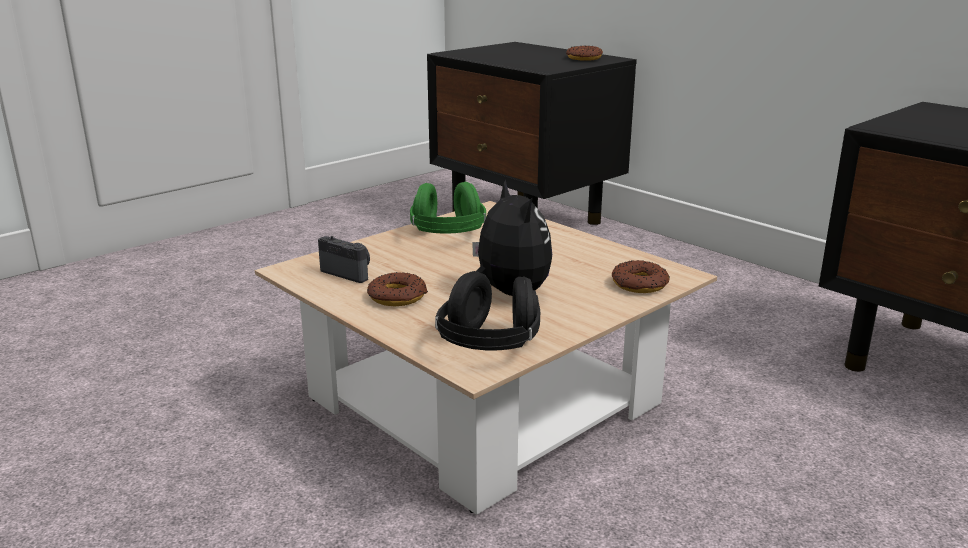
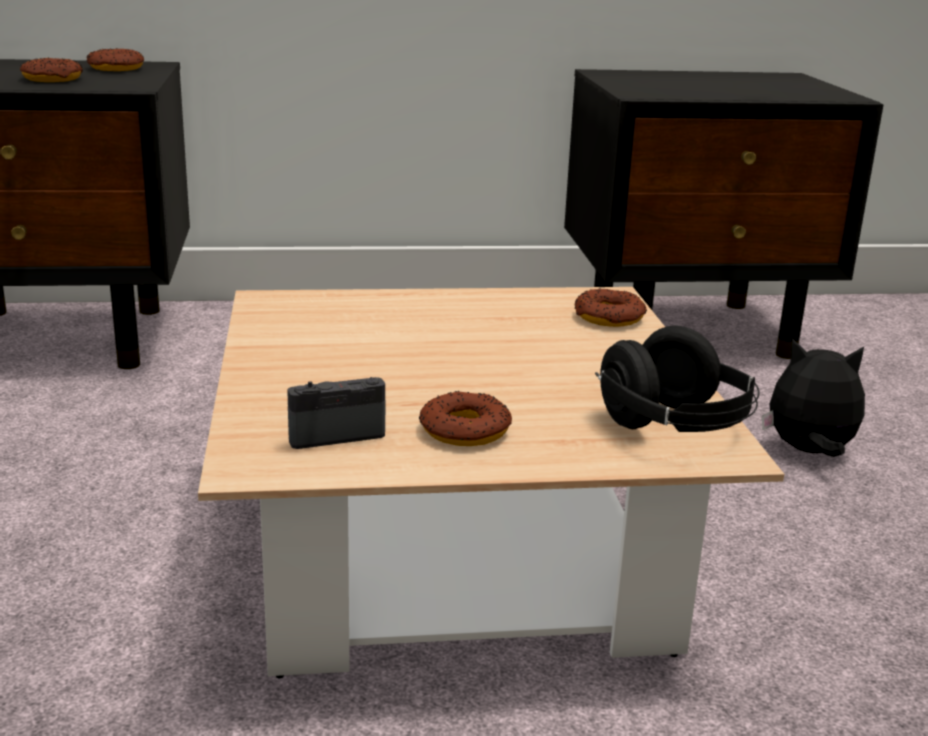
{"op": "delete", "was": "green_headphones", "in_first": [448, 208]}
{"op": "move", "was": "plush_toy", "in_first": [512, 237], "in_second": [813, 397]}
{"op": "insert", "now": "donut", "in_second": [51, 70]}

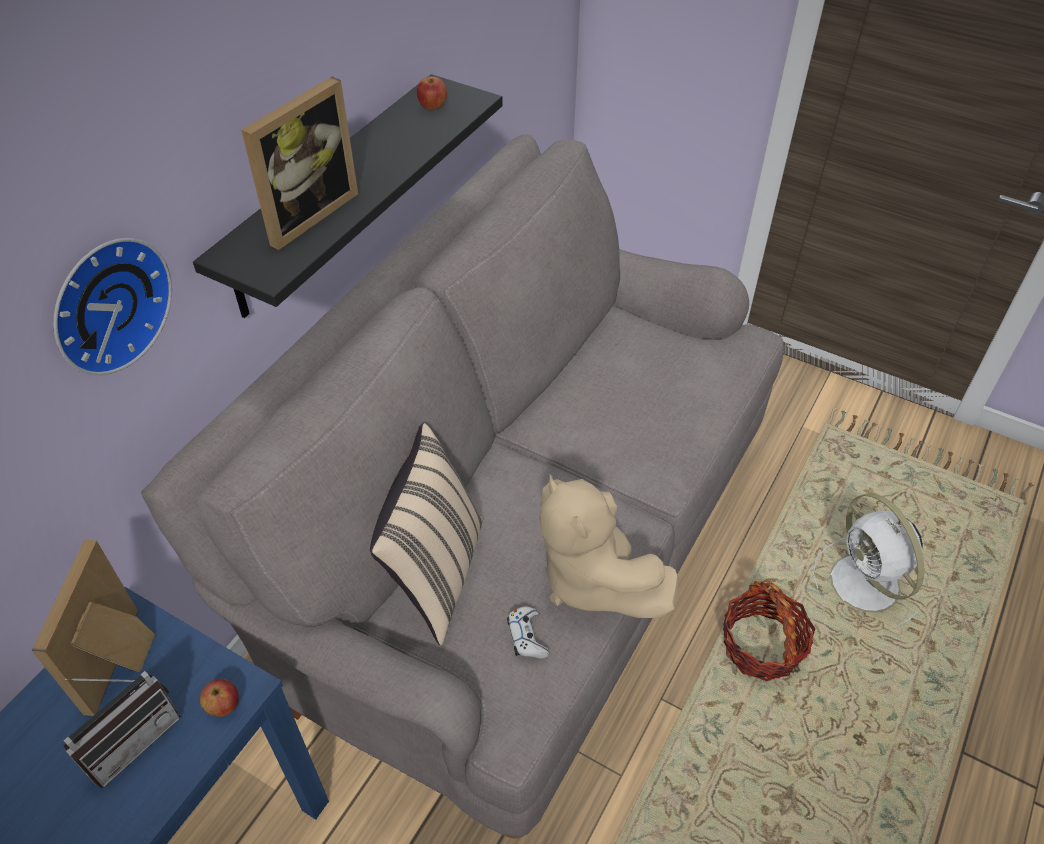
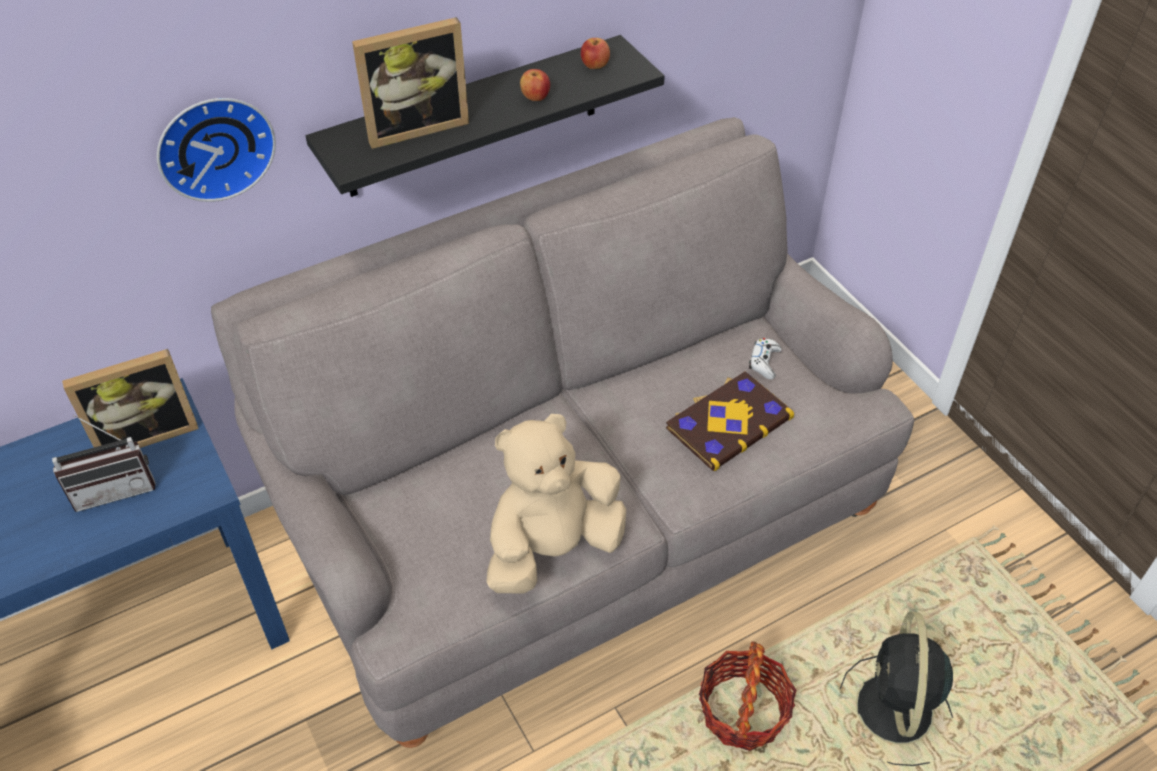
{"op": "rotate", "was": "picture_frame", "in_first": [93, 628], "in_second": [130, 398], "clockwise": -150}
{"op": "move", "was": "apple", "in_first": [219, 698], "in_second": [535, 85]}
{"op": "delete", "was": "beige_pillow", "in_first": [426, 534]}
{"op": "move", "was": "white_game_controller", "in_first": [528, 632], "in_second": [765, 359]}
{"op": "rotate", "was": "beige_plush_toy", "in_first": [609, 546], "in_second": [556, 504], "clockwise": 60}
{"op": "recolor", "was": "white_fan", "now": "black_fan", "in_first": [868, 560], "in_second": [896, 688]}
{"op": "insert", "now": "book", "in_second": [730, 421]}

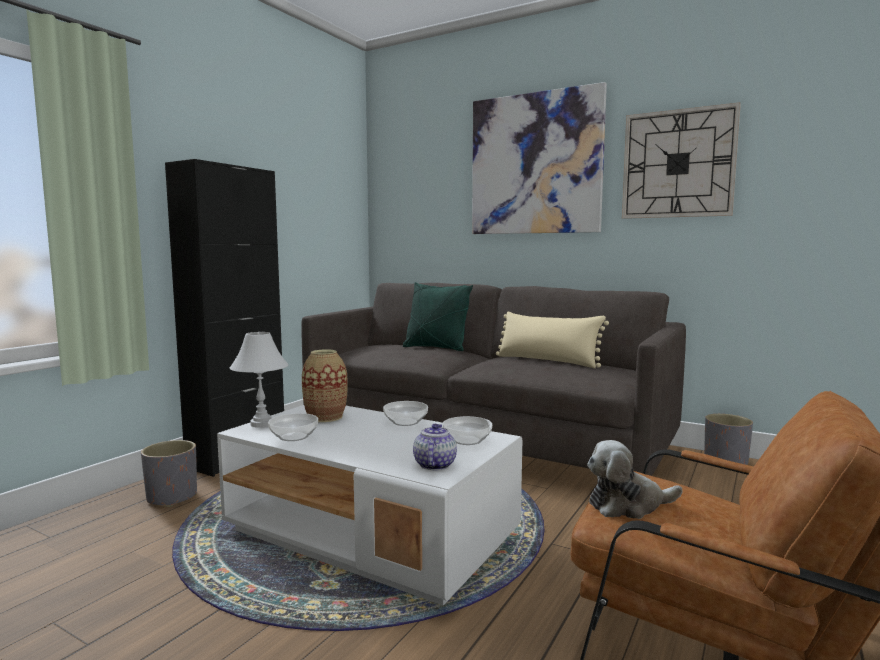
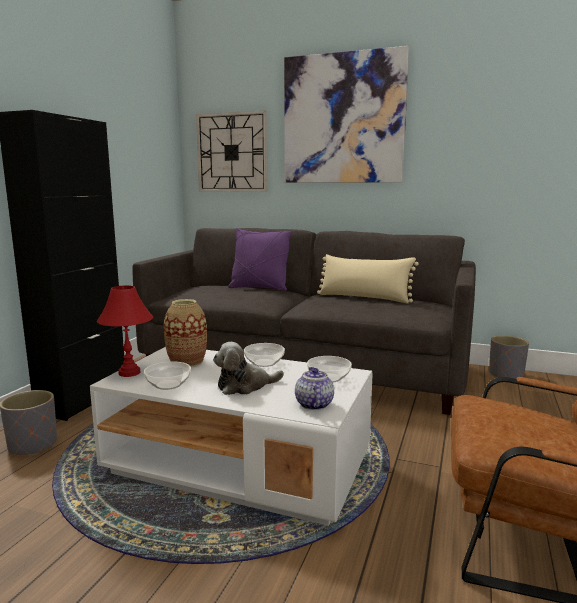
{"op": "recolor", "was": "white_table_lamp", "now": "red_table_lamp", "in_first": [259, 380], "in_second": [125, 331]}
{"op": "recolor", "was": "green_pillow", "now": "purple_pillow", "in_first": [438, 316], "in_second": [260, 259]}
{"op": "move", "was": "plush_toy", "in_first": [634, 479], "in_second": [248, 368]}
{"op": "move", "was": "wall_clock", "in_first": [681, 160], "in_second": [232, 151]}

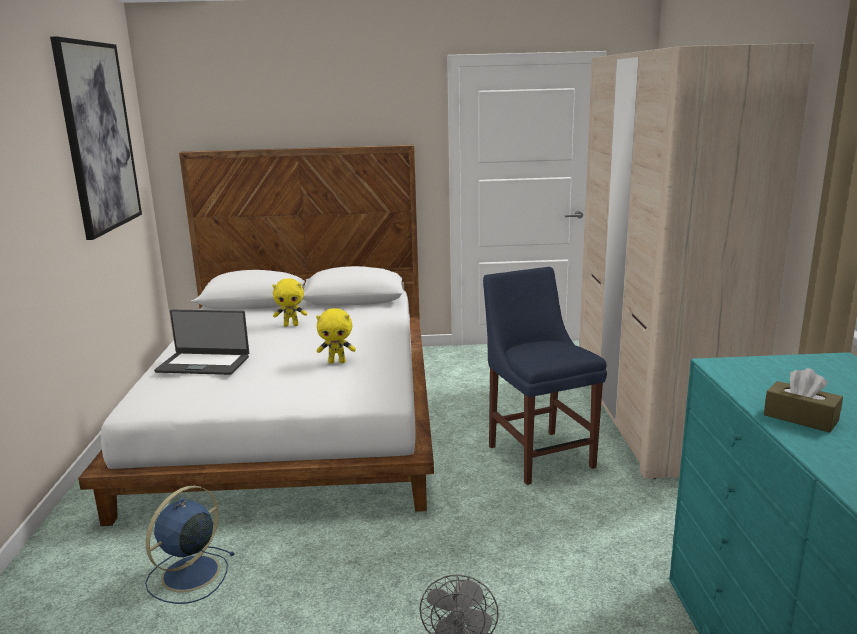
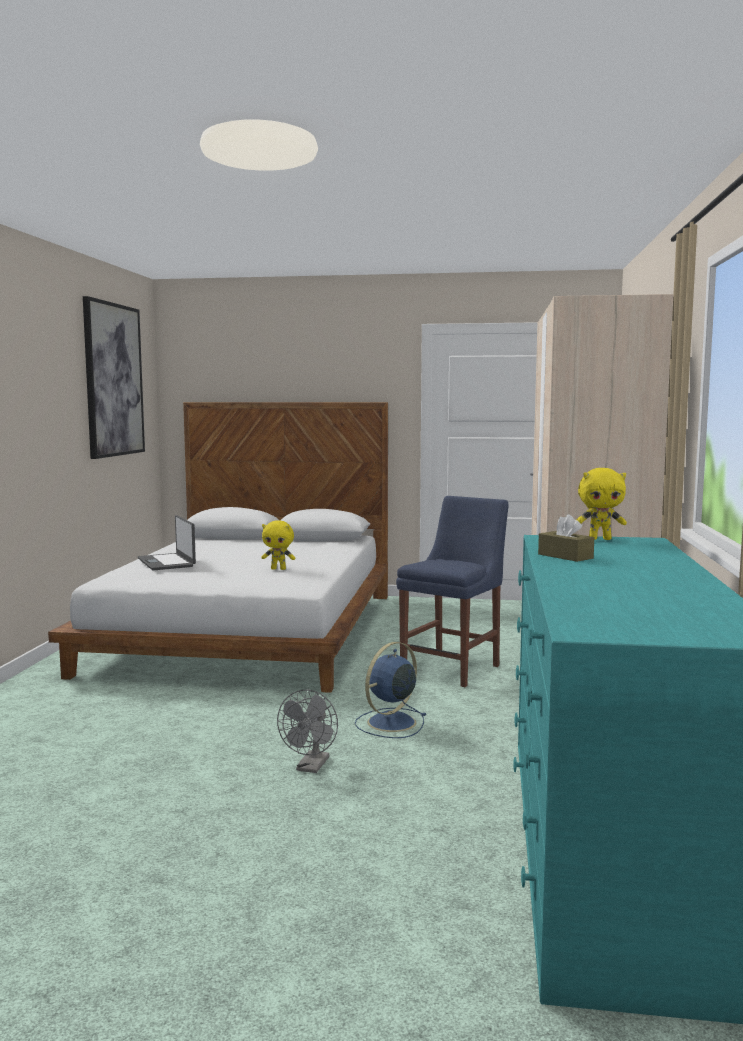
{"op": "move", "was": "blue_fan", "in_first": [189, 545], "in_second": [391, 690]}
{"op": "rotate", "was": "laptop", "in_first": [201, 342], "in_second": [167, 543], "clockwise": 45}
{"op": "move", "was": "yellow_plush_toy", "in_first": [290, 302], "in_second": [601, 504]}
{"op": "rotate", "was": "blue_chair", "in_first": [545, 376], "in_second": [452, 591], "clockwise": 45}

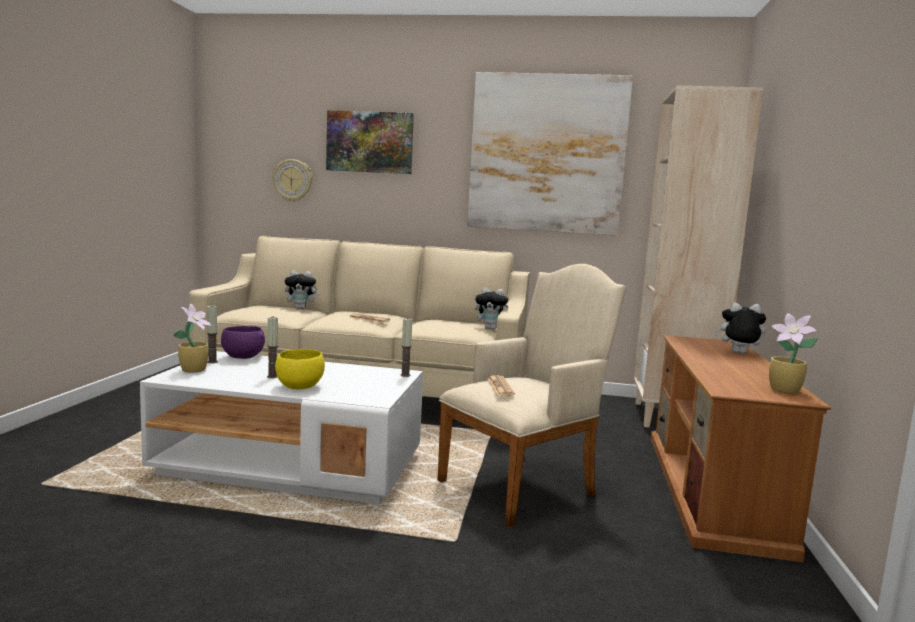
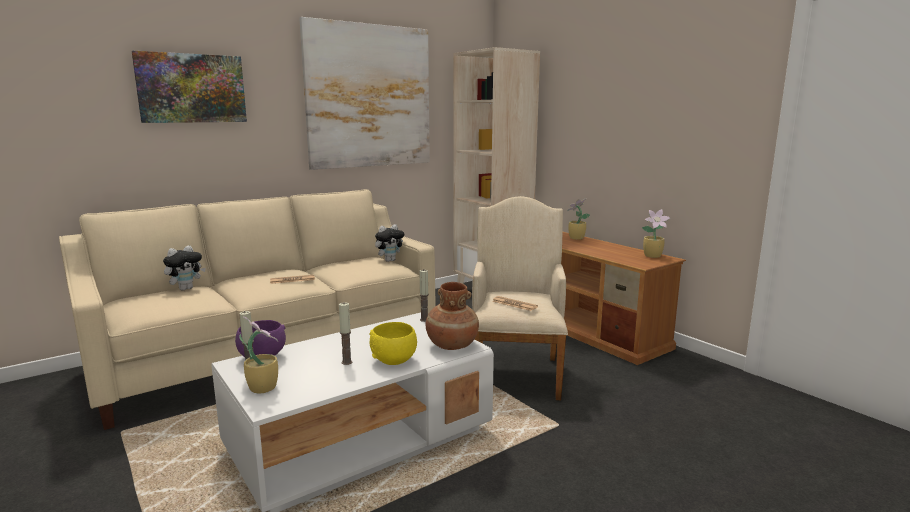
{"op": "delete", "was": "wall_clock", "in_first": [292, 180]}
{"op": "replace", "was": "plush_toy", "now": "potted_plant", "in_first": [740, 328], "in_second": [578, 219]}
{"op": "insert", "now": "brown_vase", "in_second": [452, 316]}

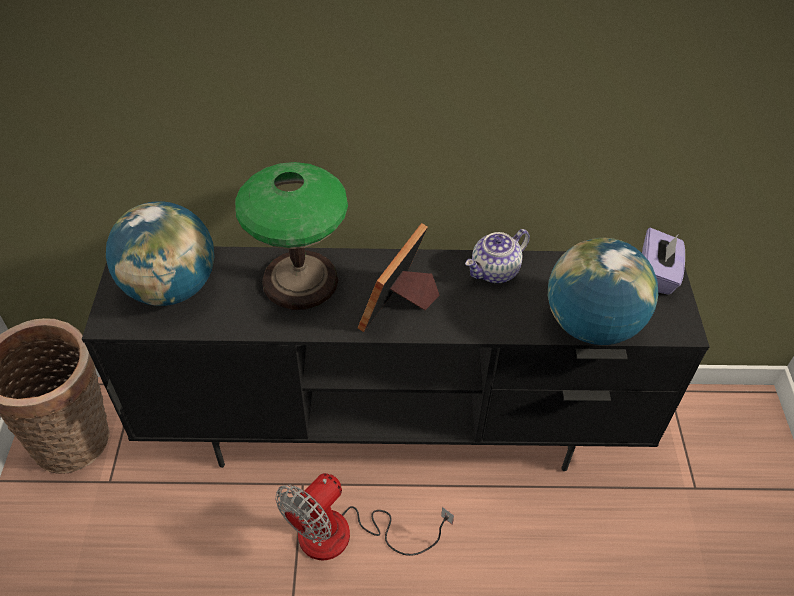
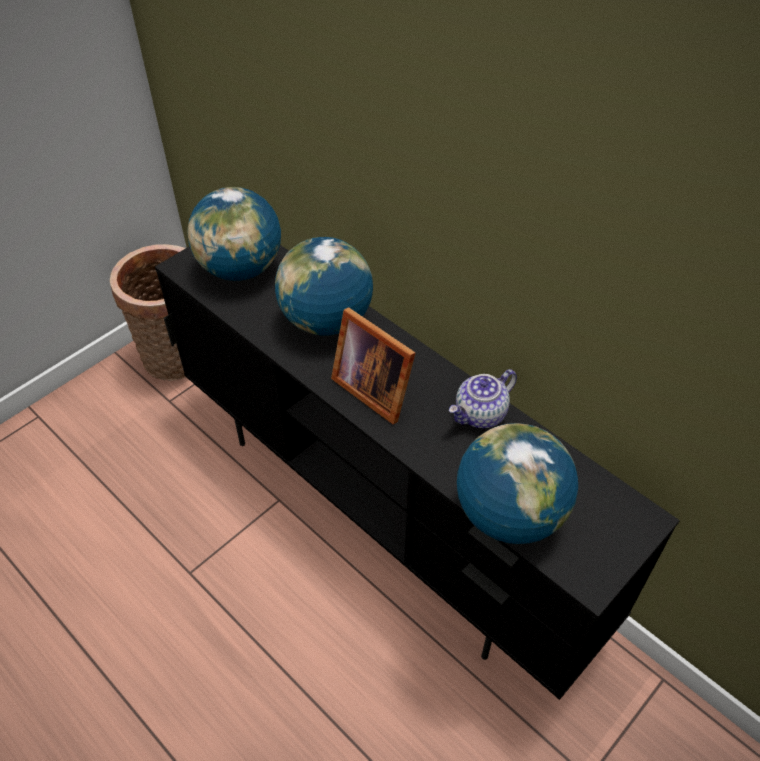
{"op": "replace", "was": "table_lamp", "now": "globe", "in_first": [291, 236], "in_second": [324, 286]}
{"op": "delete", "was": "fan", "in_first": [364, 516]}
{"op": "rotate", "was": "picture_frame", "in_first": [399, 277], "in_second": [373, 366], "clockwise": -120}
{"op": "rotate", "was": "teapot", "in_first": [497, 256], "in_second": [483, 398], "clockwise": -45}
{"op": "delete", "was": "purple_tissue_box", "in_first": [663, 261]}

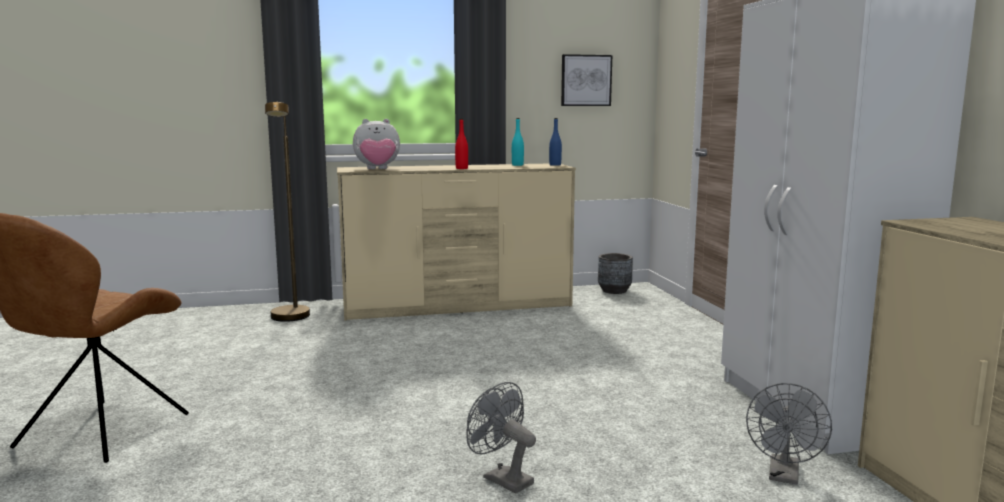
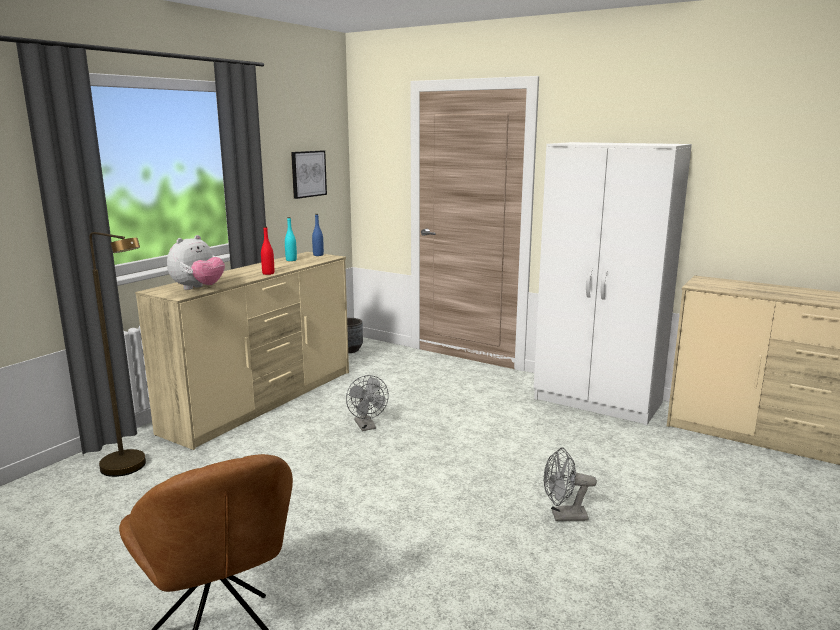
{"op": "move", "was": "grey_fan", "in_first": [789, 434], "in_second": [367, 403]}

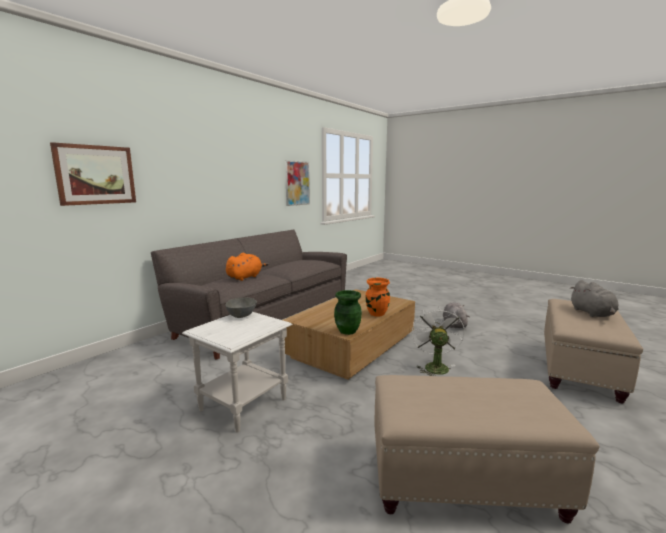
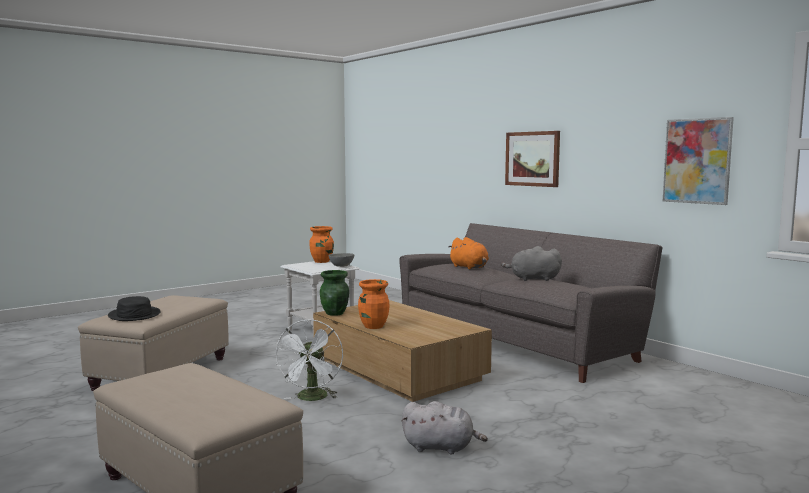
{"op": "move", "was": "picture", "in_first": [93, 174], "in_second": [532, 159]}
{"op": "rotate", "was": "white_fan", "in_first": [438, 341], "in_second": [308, 360], "clockwise": 75}
{"op": "move", "was": "grey_plush_toy", "in_first": [595, 298], "in_second": [531, 263]}
{"op": "insert", "now": "black_hat", "in_second": [134, 308]}
{"op": "insert", "now": "orange_vase", "in_second": [321, 244]}

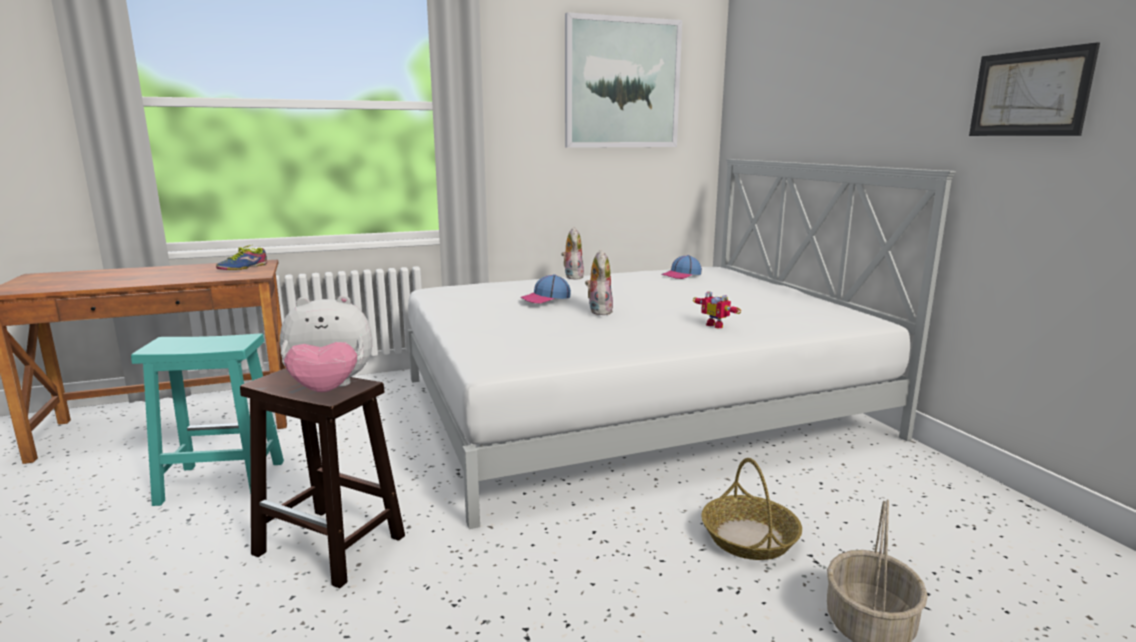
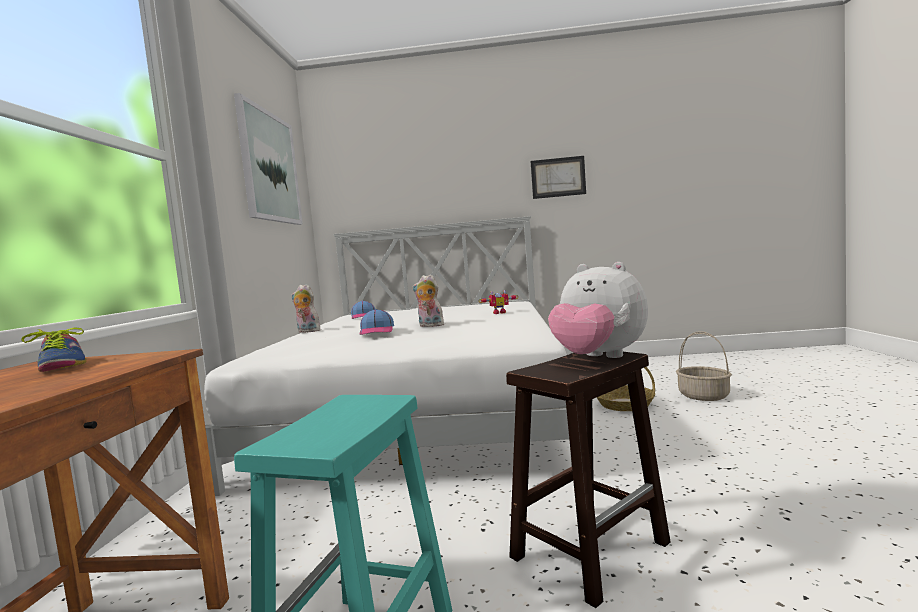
{"op": "rotate", "was": "plush_toy", "in_first": [326, 343], "in_second": [598, 310], "clockwise": 120}

